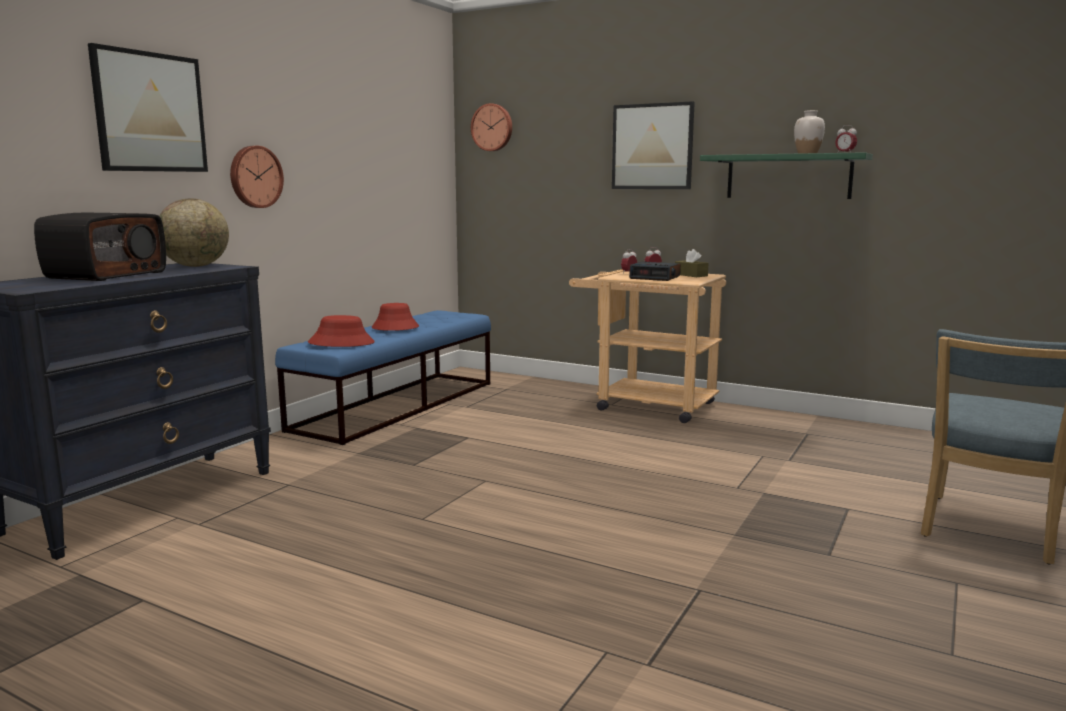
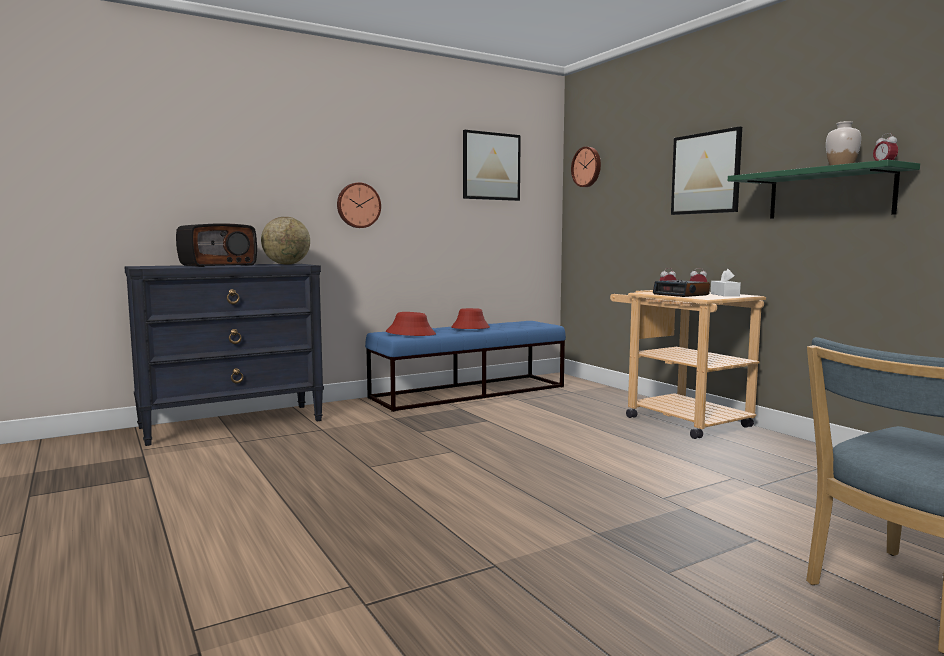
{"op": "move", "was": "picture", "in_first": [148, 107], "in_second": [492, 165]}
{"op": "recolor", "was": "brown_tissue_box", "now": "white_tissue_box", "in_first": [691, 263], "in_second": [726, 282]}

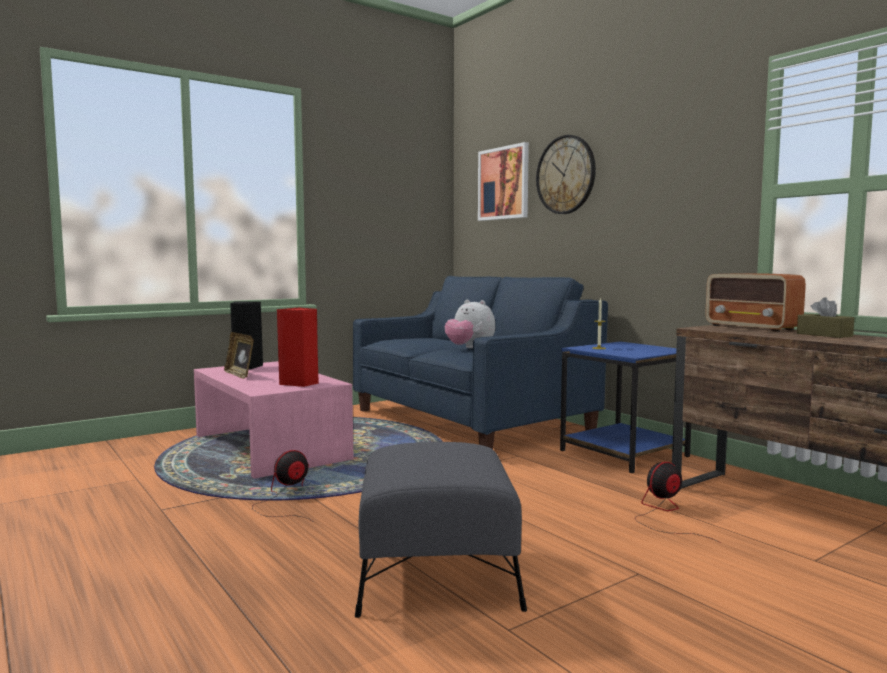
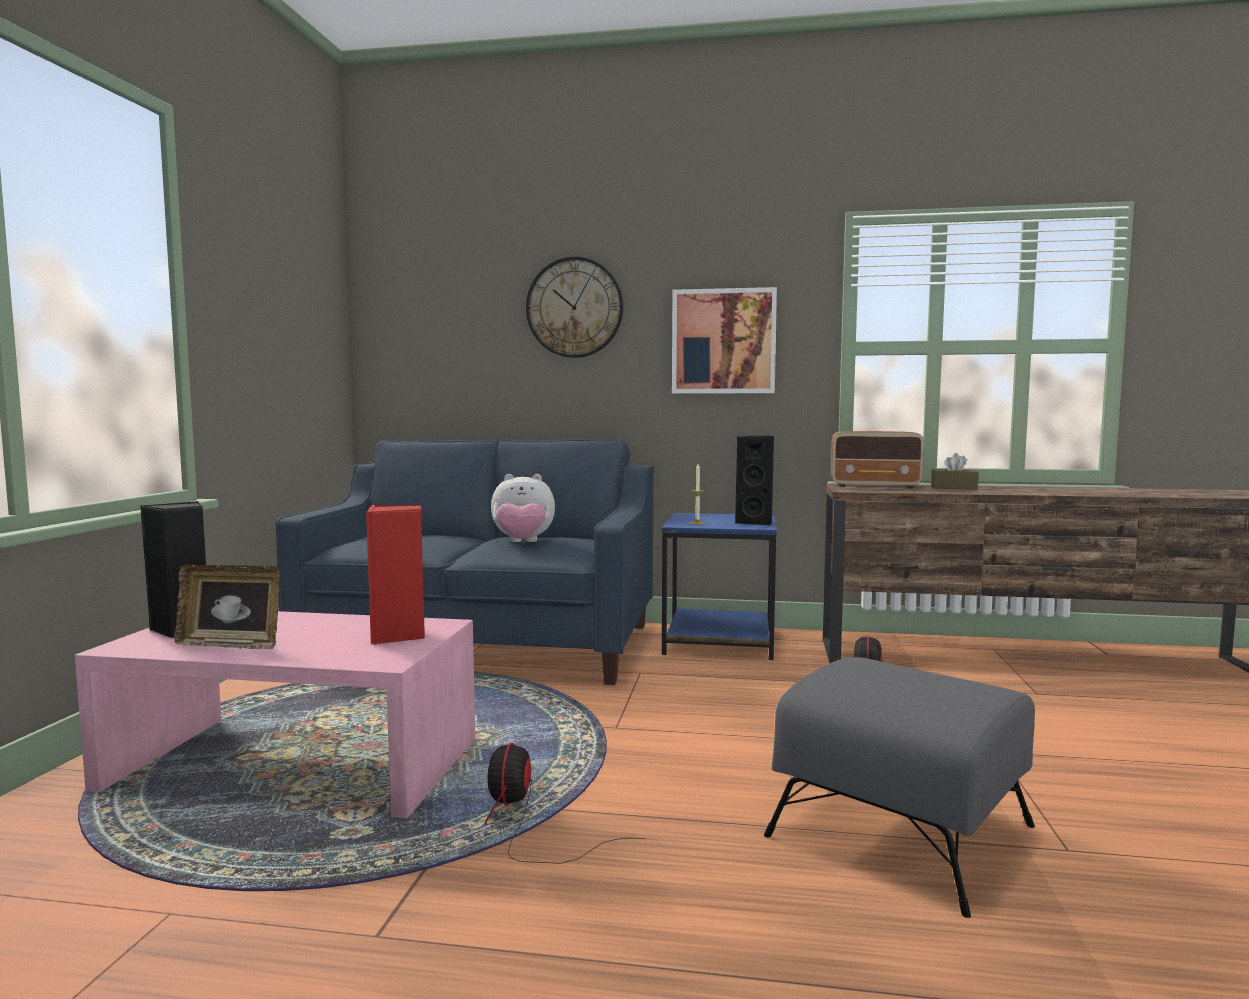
{"op": "move", "was": "picture", "in_first": [503, 181], "in_second": [724, 340]}
{"op": "insert", "now": "black_speaker", "in_second": [754, 480]}

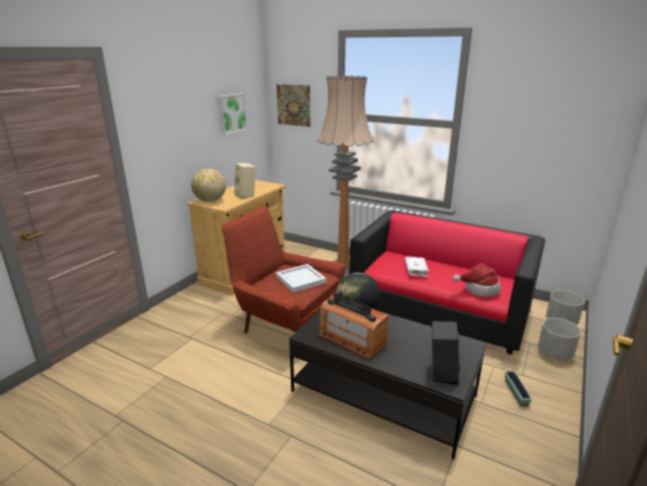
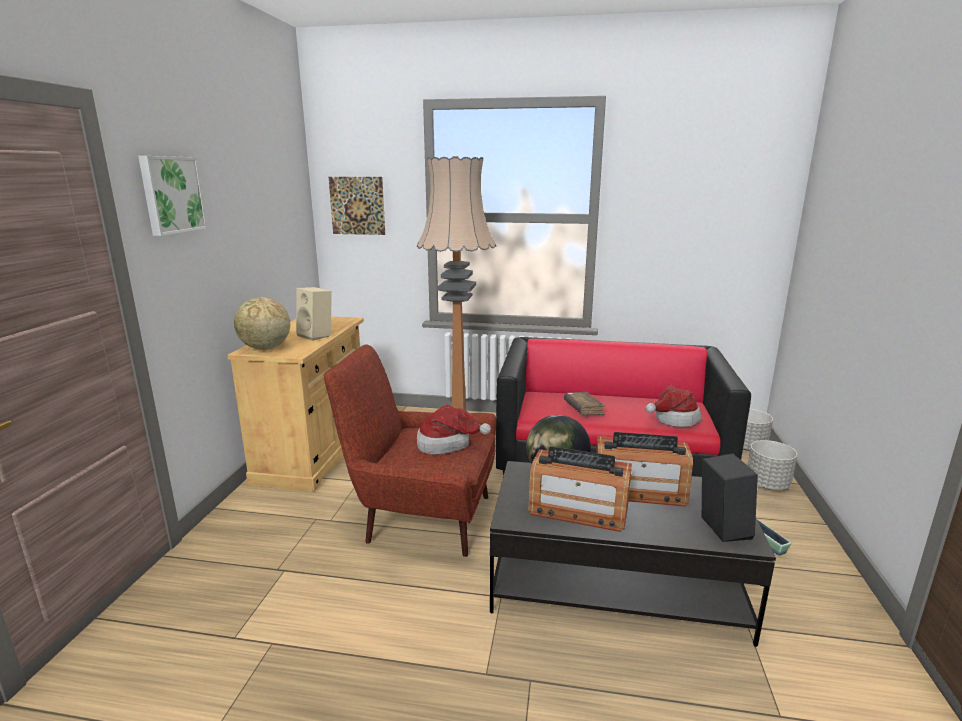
{"op": "move", "was": "picture", "in_first": [233, 114], "in_second": [173, 196]}
{"op": "replace", "was": "white_tray", "now": "hat", "in_first": [301, 278], "in_second": [454, 429]}
{"op": "recolor", "was": "white_book", "now": "brown_book", "in_first": [417, 267], "in_second": [585, 403]}
{"op": "insert", "now": "radio", "in_second": [644, 469]}

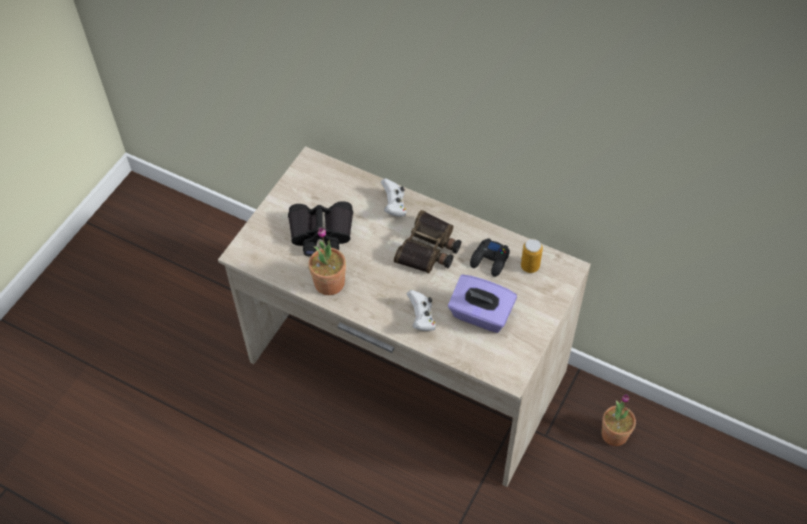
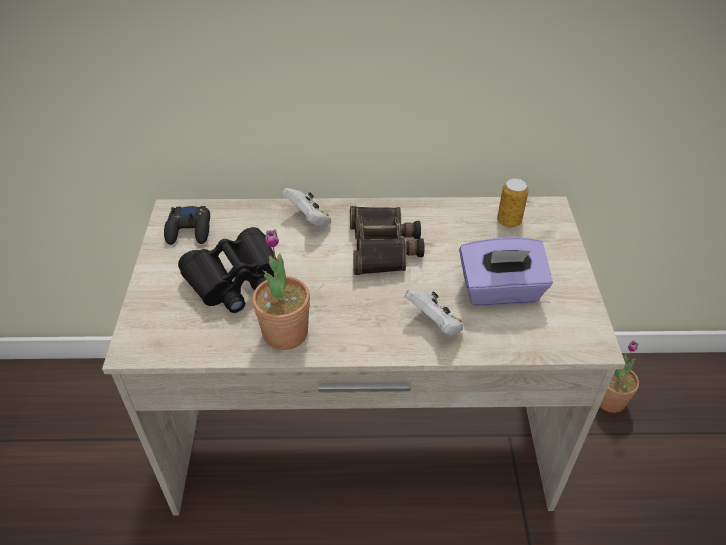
{"op": "move", "was": "black_game_controller", "in_first": [490, 257], "in_second": [187, 225]}

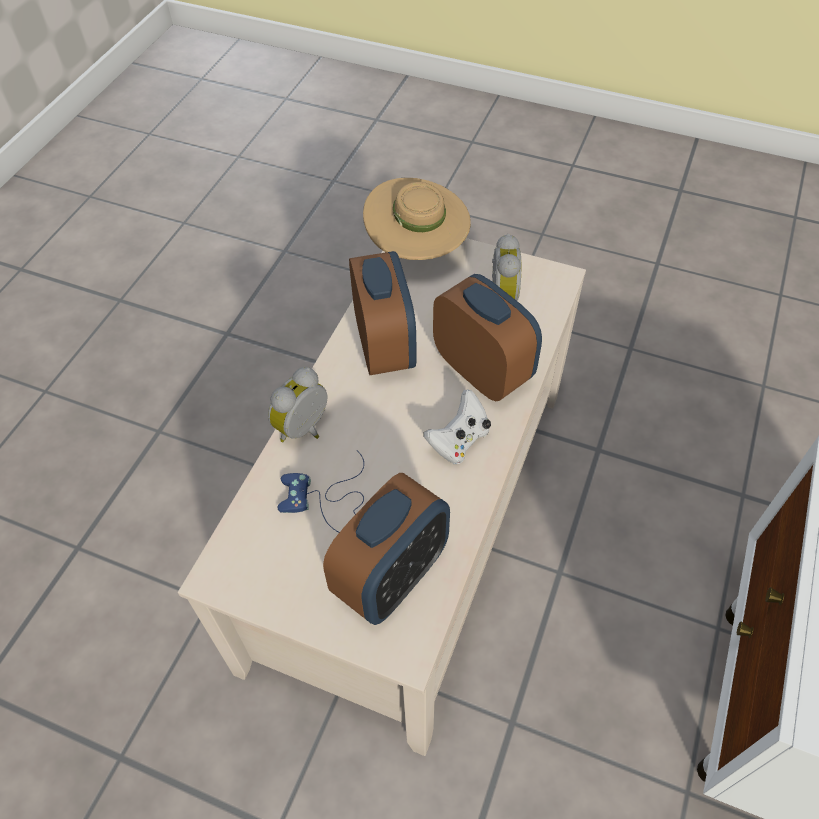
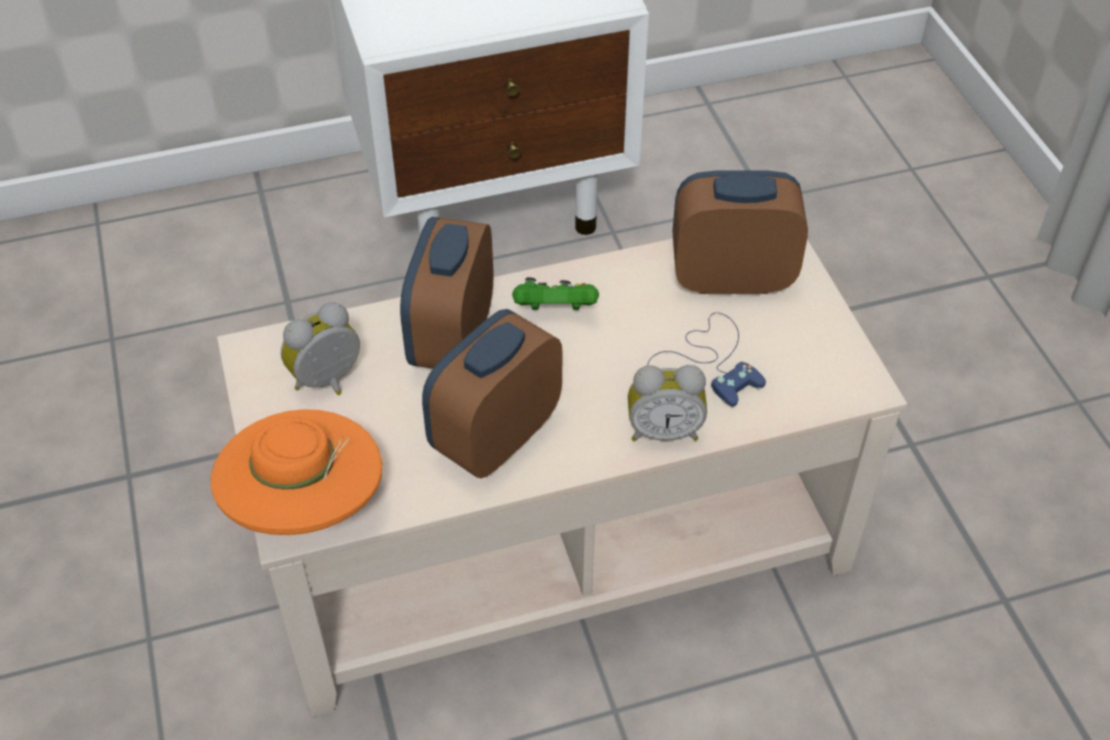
{"op": "recolor", "was": "beige_hat", "now": "orange_hat", "in_first": [417, 219], "in_second": [296, 472]}
{"op": "recolor", "was": "white_game_controller", "now": "green_game_controller", "in_first": [457, 426], "in_second": [555, 293]}

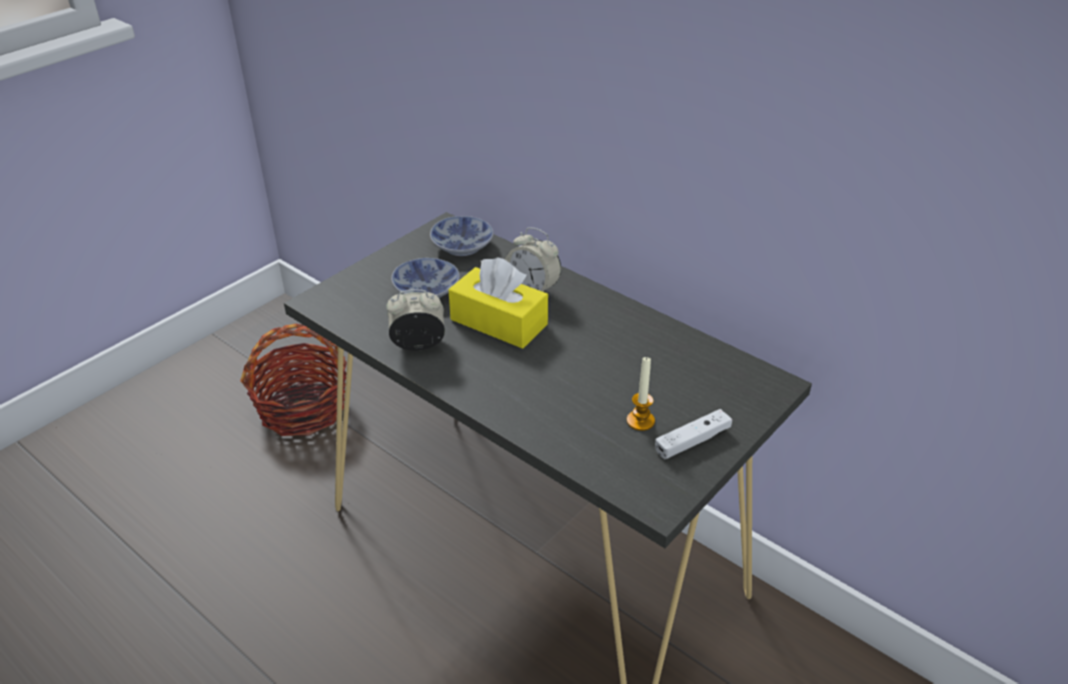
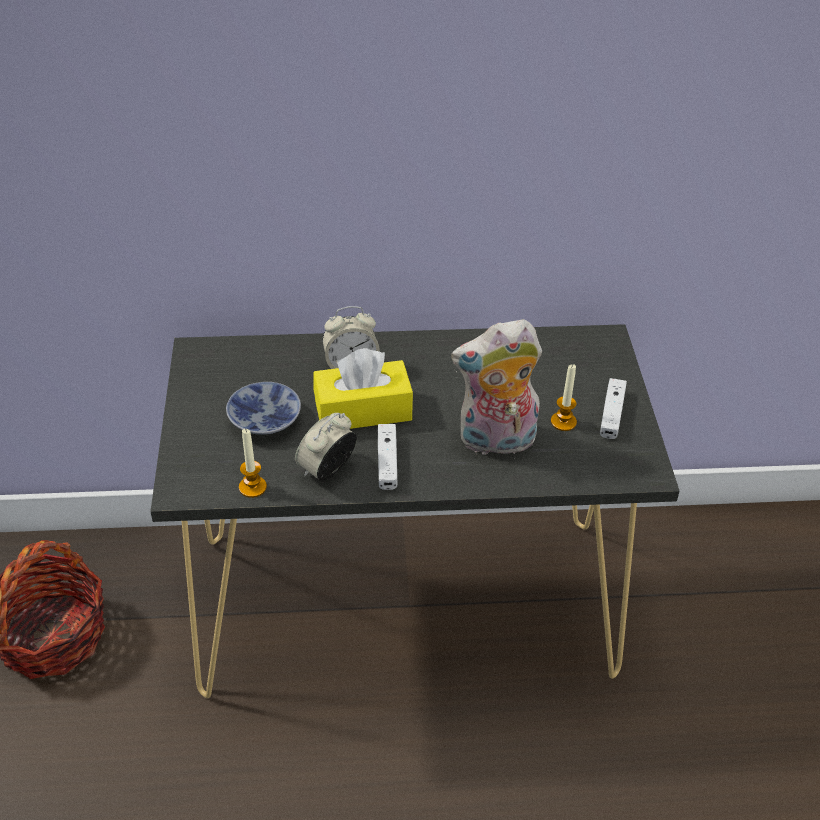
{"op": "delete", "was": "bowl", "in_first": [462, 236]}
{"op": "insert", "now": "candle", "in_second": [253, 463]}
{"op": "insert", "now": "white_game_controller", "in_second": [388, 457]}
{"op": "insert", "now": "plush_toy", "in_second": [496, 389]}

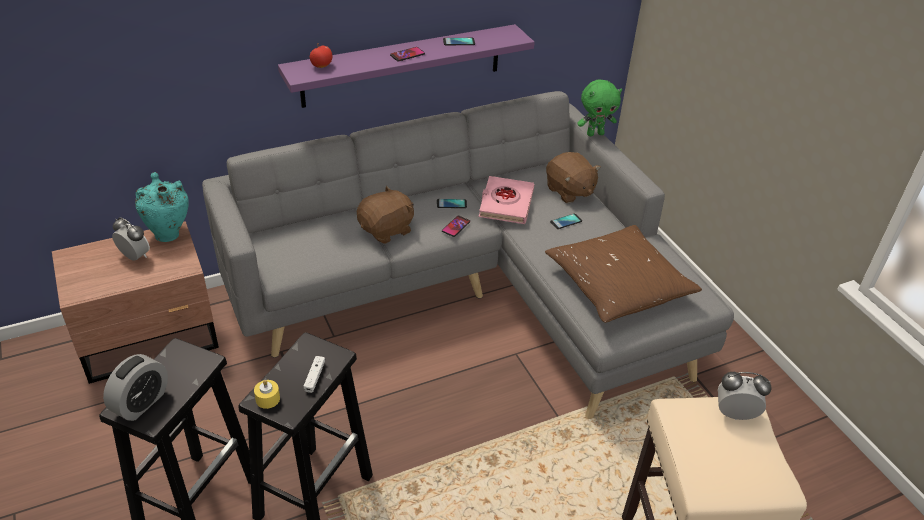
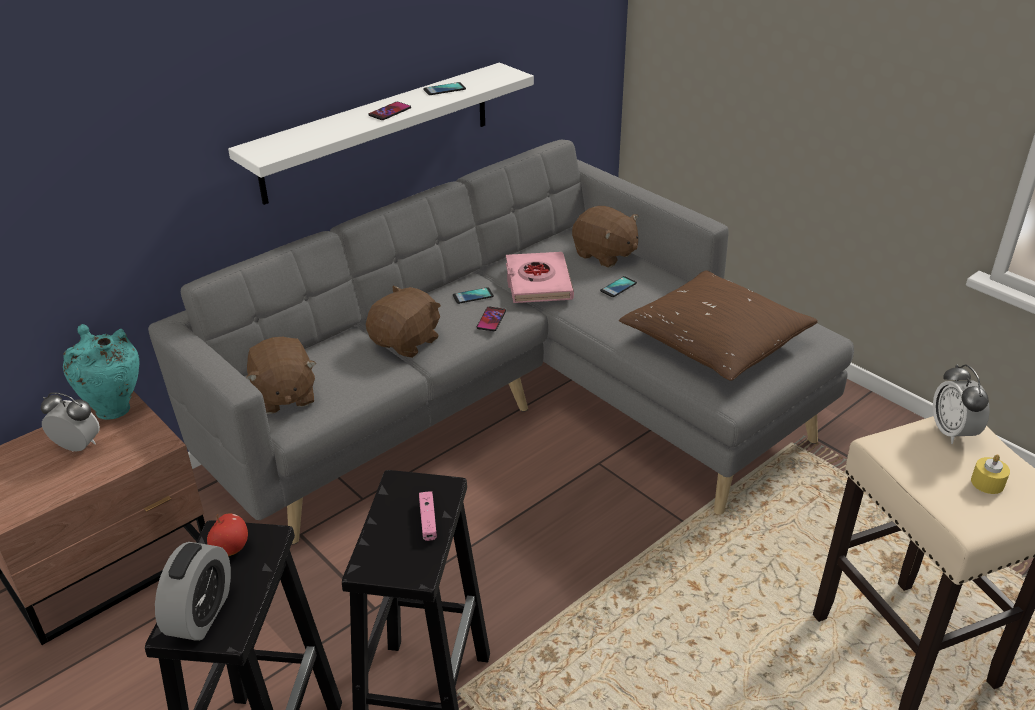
{"op": "move", "was": "yellow_candle", "in_first": [267, 394], "in_second": [990, 474]}
{"op": "recolor", "was": "purple_shelf", "now": "white_shelf", "in_first": [406, 66], "in_second": [381, 134]}
{"op": "recolor", "was": "white_game_controller", "now": "pink_game_controller", "in_first": [314, 374], "in_second": [428, 516]}
{"op": "move", "was": "apple", "in_first": [321, 55], "in_second": [227, 535]}
{"op": "delete", "was": "green_plush_toy", "in_first": [599, 108]}
{"op": "rotate", "was": "alarm_clock", "in_first": [744, 396], "in_second": [961, 404], "clockwise": -90}
{"op": "insert", "now": "brown_plush_toy", "in_second": [281, 375]}

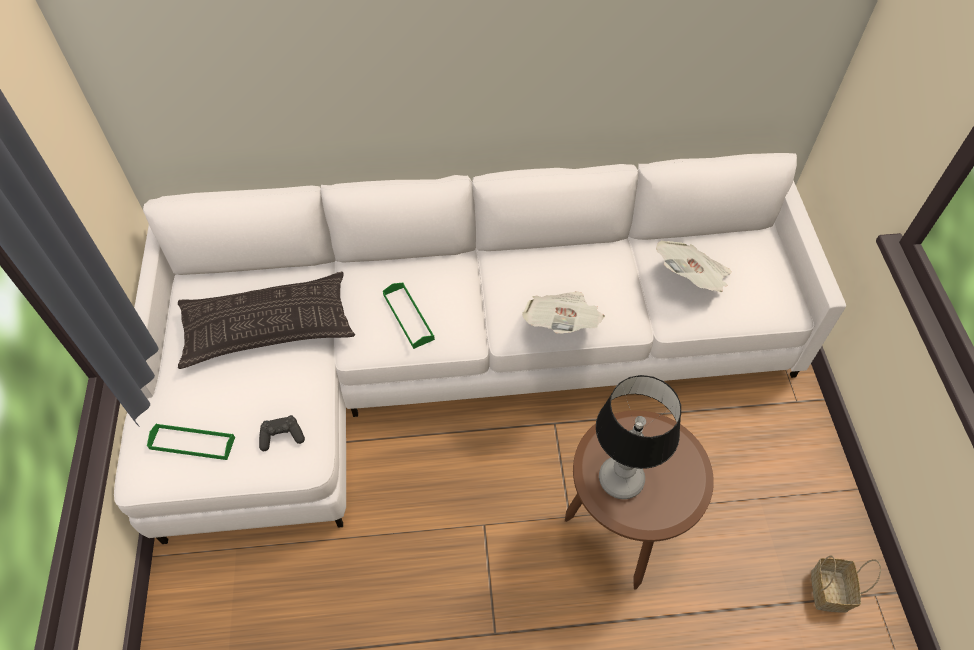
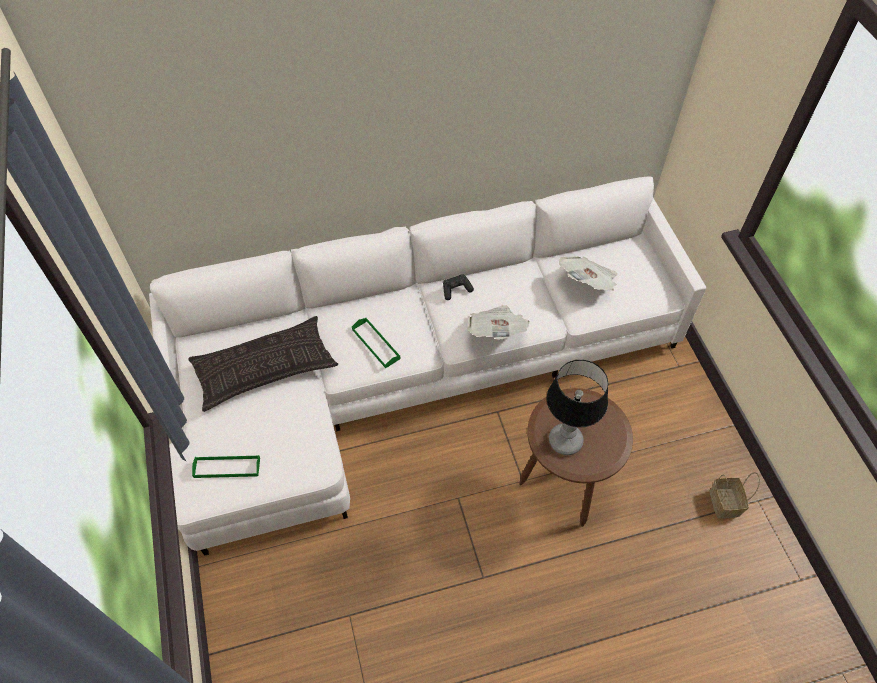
{"op": "move", "was": "black_game_controller", "in_first": [282, 433], "in_second": [458, 287]}

